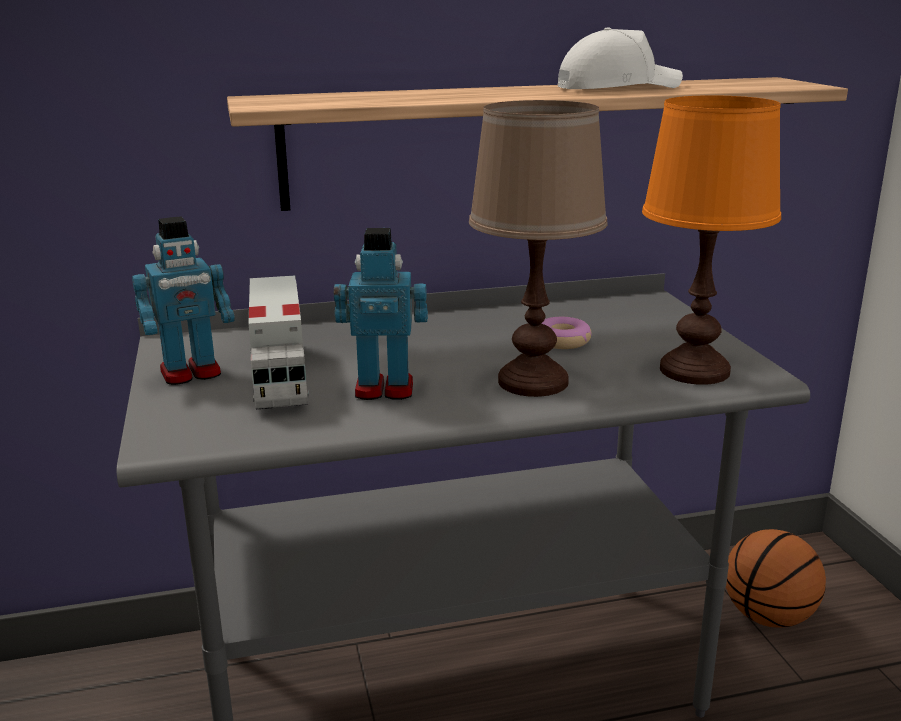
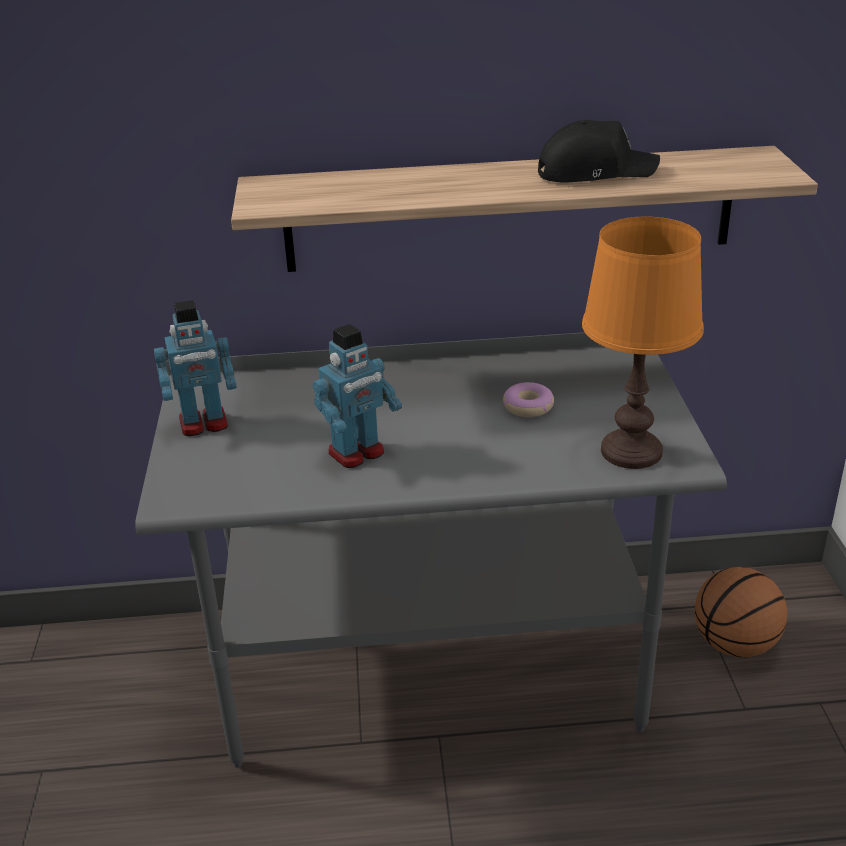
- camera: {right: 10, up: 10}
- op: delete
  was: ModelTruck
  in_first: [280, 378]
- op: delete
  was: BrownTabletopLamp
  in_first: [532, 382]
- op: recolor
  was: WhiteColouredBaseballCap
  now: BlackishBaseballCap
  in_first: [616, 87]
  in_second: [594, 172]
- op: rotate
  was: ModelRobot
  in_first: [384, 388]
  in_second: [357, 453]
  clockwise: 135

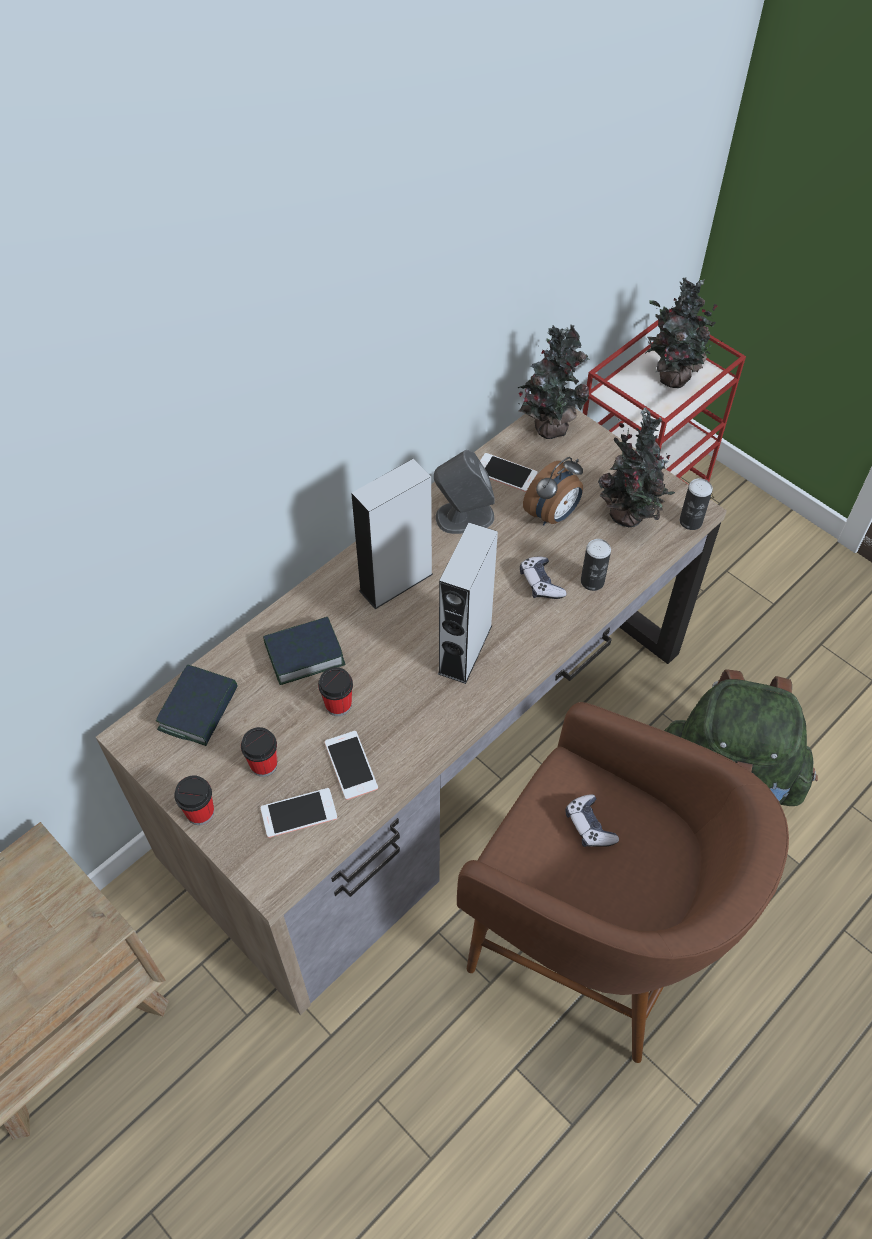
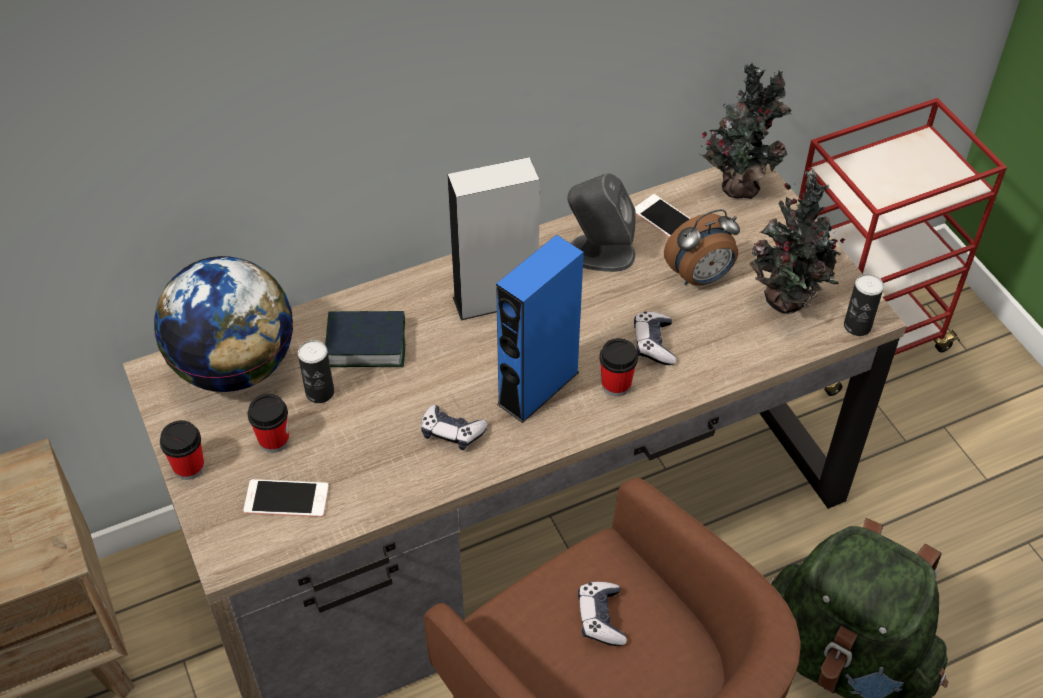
- camera: {right: 20, up: -5}
- op: delete
  was: Handset
  in_first: [351, 765]
- op: delete
  was: PlantInAPot
  in_first: [670, 377]
- op: insert
  now: Gamepad
  in_second: [452, 432]
- op: move
  was: SmallCup
  in_first: [338, 705]
  in_second: [616, 385]
- op: move
  was: Can
  in_first: [592, 581]
  in_second: [320, 392]
- op: replace
  was: BoundBook
  now: DeskGlobe
  in_first: [199, 709]
  in_second: [235, 367]
- op: recolor
  was: GreyishSpeaker
  now: BluishSpeaker
  in_first: [465, 649]
  in_second: [538, 388]

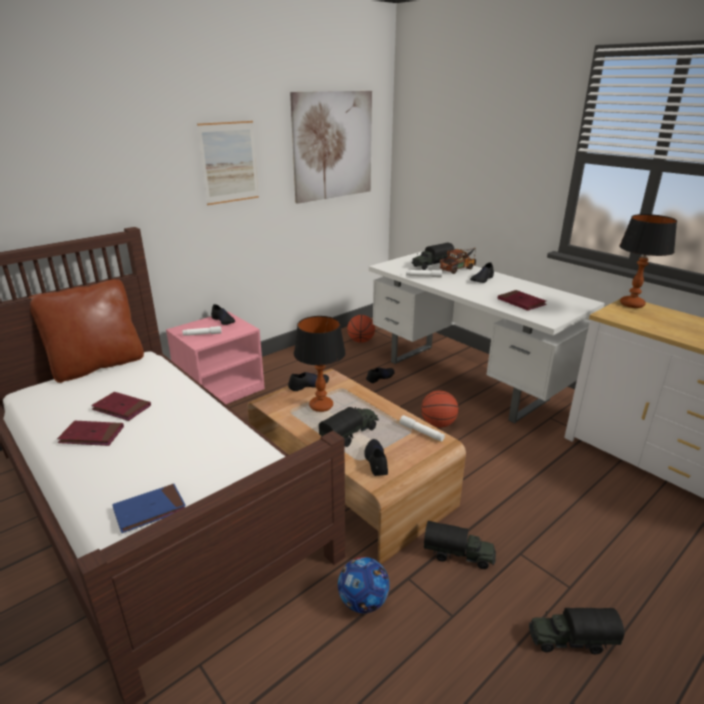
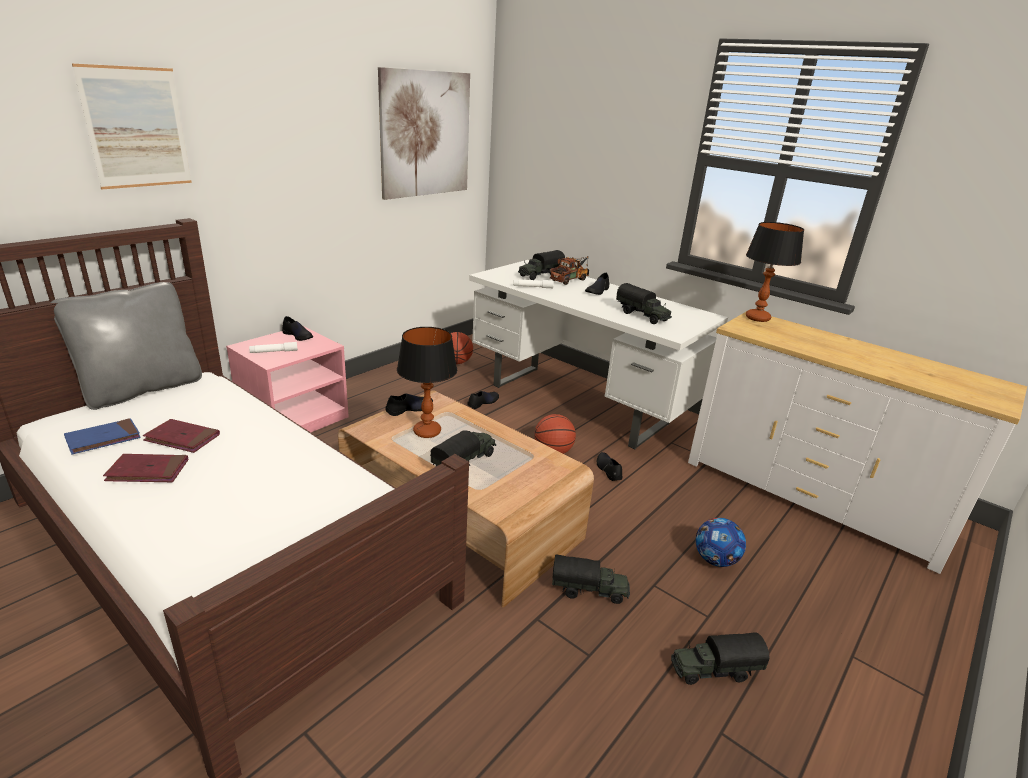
- camera: {right: -10, up: 0}
- op: delete
  was: WhiteColouredTorch
  in_first: [421, 432]
- op: move
  was: BluishBoundBook
  in_first: [150, 510]
  in_second: [103, 439]
- op: move
  was: Picture
  in_first: [229, 162]
  in_second: [136, 128]
- op: move
  was: FootballBall
  in_first: [363, 602]
  in_second: [715, 560]
- op: move
  was: BlackishShoe
  in_first: [376, 461]
  in_second: [608, 470]
- op: replace
  was: RedBoundBook
  now: ModelTruck
  in_first: [521, 302]
  in_second: [642, 316]
- op: recolor
  was: BrownPillow
  now: GreyishPillow
  in_first: [98, 365]
  in_second: [142, 389]

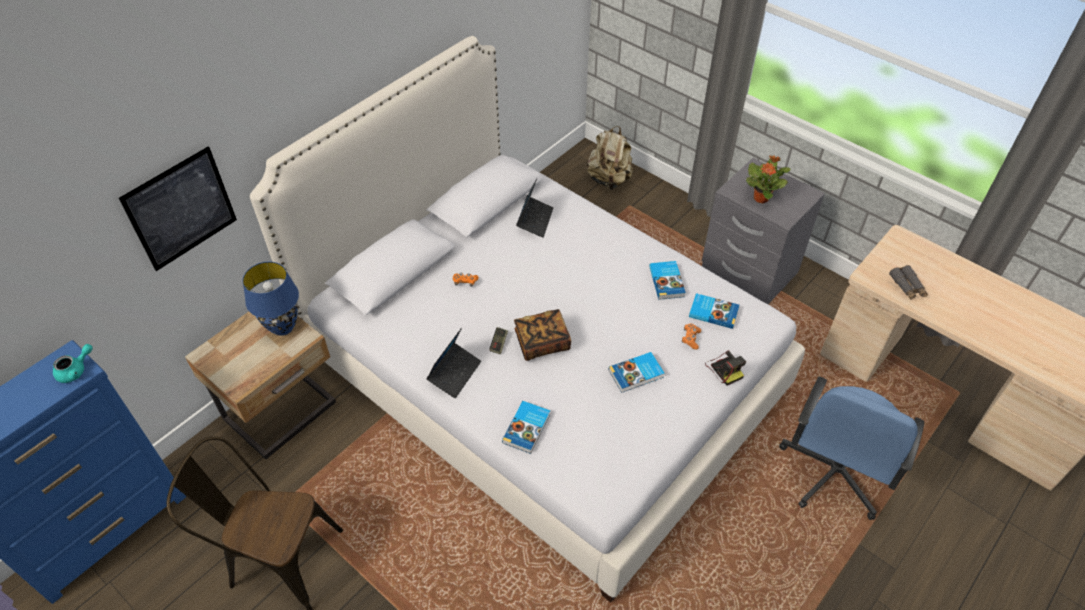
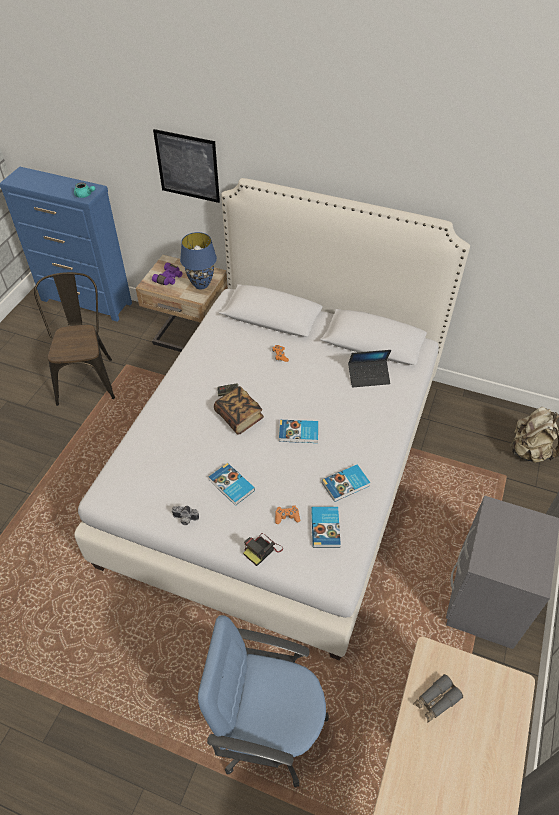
- camera: {right: 70, up: 0}
- op: delete
  was: PortableComputer
  in_first: [454, 373]
- op: delete
  was: PlantInAPot
  in_first: [761, 198]
- op: insert
  now: PurplePairOfBinoculars
  in_second: [169, 279]
- op: insert
  now: StillCamera
  in_second: [185, 519]
- op: move
  was: BoundBook
  in_first: [527, 428]
  in_second: [299, 433]

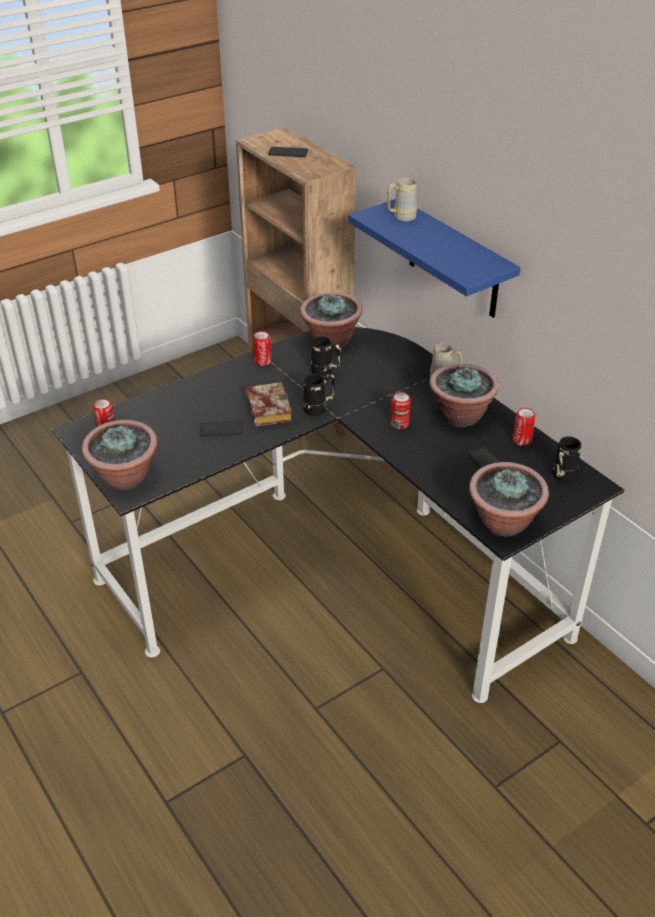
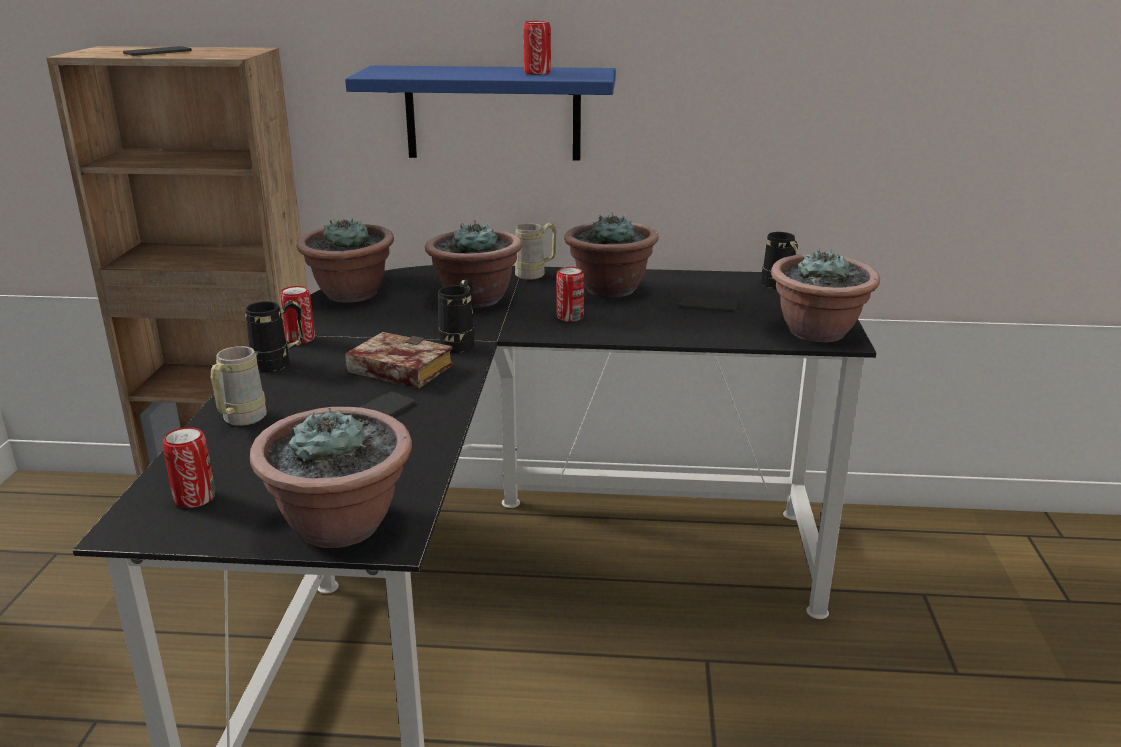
- camera: {right: -50, up: -15}
- op: insert
  now: PlantInAPot
  in_second: [475, 299]
- op: move
  was: BlackishCoffeeMug
  in_first: [325, 372]
  in_second: [279, 363]
- op: move
  was: BeigeCoffeeMug
  in_first: [400, 218]
  in_second: [240, 421]
- op: move
  was: Can
  in_first: [521, 440]
  in_second: [537, 73]

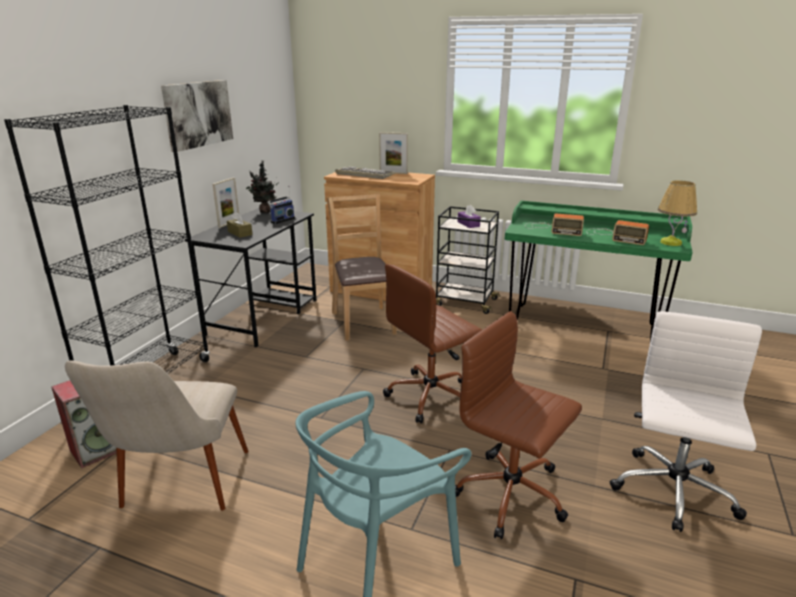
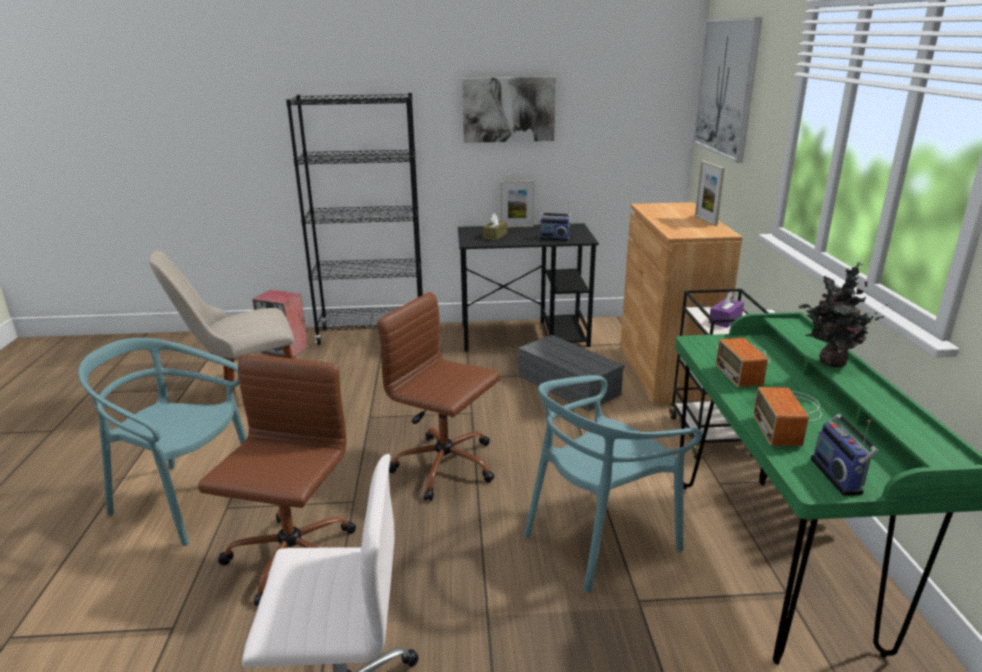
- camera: {right: 65, up: 0}
- op: delete
  was: Keyboard
  in_first: [364, 174]
- op: insert
  now: TurquoiseColouredChair
  in_second: [600, 538]
- op: insert
  now: Picture
  in_second: [726, 87]
- op: move
  was: PlantInAPot
  in_first: [265, 212]
  in_second: [830, 362]
- op: replace
  was: BrownChair
  now: GreyishStorageBin
  in_first: [364, 322]
  in_second: [570, 385]
- op: replace
  was: TabletopLamp
  now: RadioReceiver
  in_first: [670, 242]
  in_second: [839, 476]

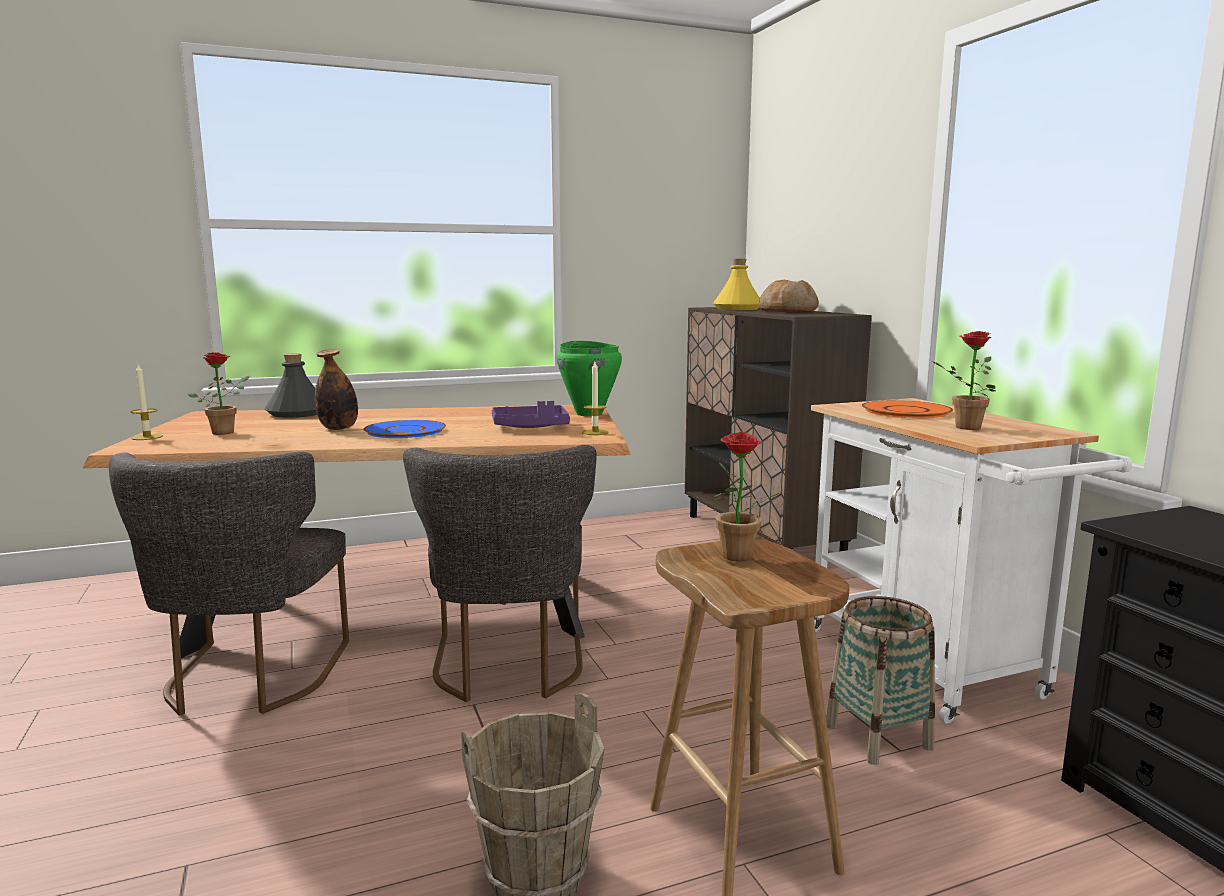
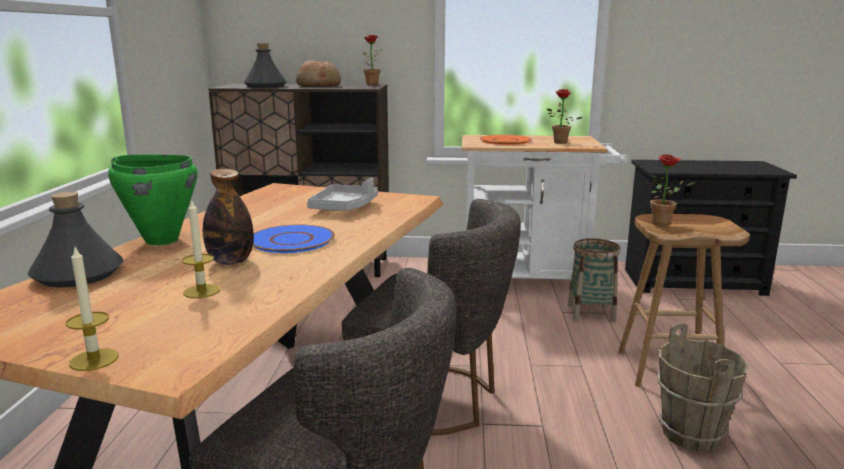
- camera: {right: -65, up: 5}
- op: move
  was: PlantInAPot
  in_first: [226, 432]
  in_second: [370, 84]
- op: move
  was: GreenishSaucepot
  in_first: [589, 414]
  in_second: [161, 240]
- op: move
  was: Candle
  in_first: [595, 432]
  in_second: [201, 291]
- op: recolor
  was: PurpleTray
  now: GreyishTray
  in_first: [531, 427]
  in_second: [344, 207]
- op: recolor
  was: YellowBottle
  now: GreyishBottle
  in_first: [737, 309]
  in_second: [265, 86]

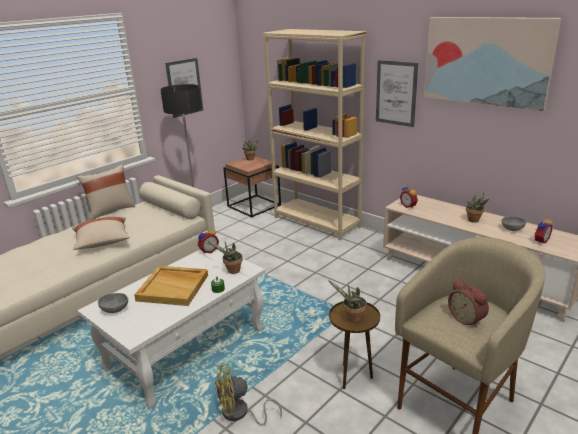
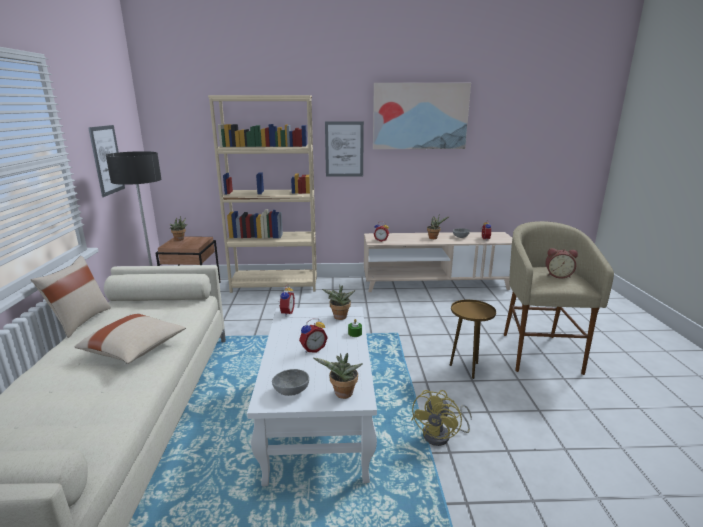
- camera: {right: -45, up: -5}
- op: move
  was: PlantInAPot
  in_first: [352, 318]
  in_second: [342, 395]
- op: replace
  was: BeigeTray
  now: BedsideClock
  in_first: [174, 287]
  in_second: [312, 349]

